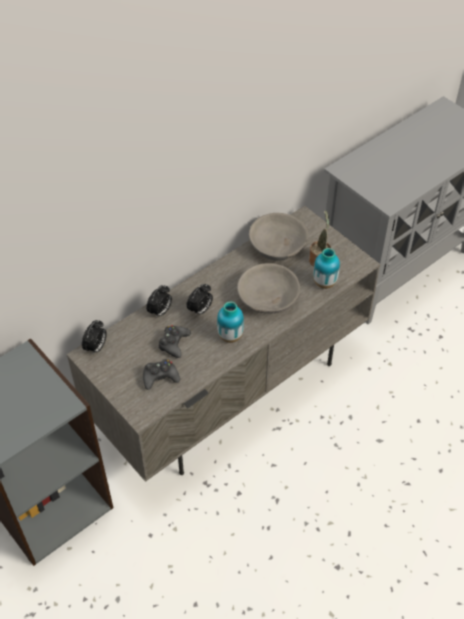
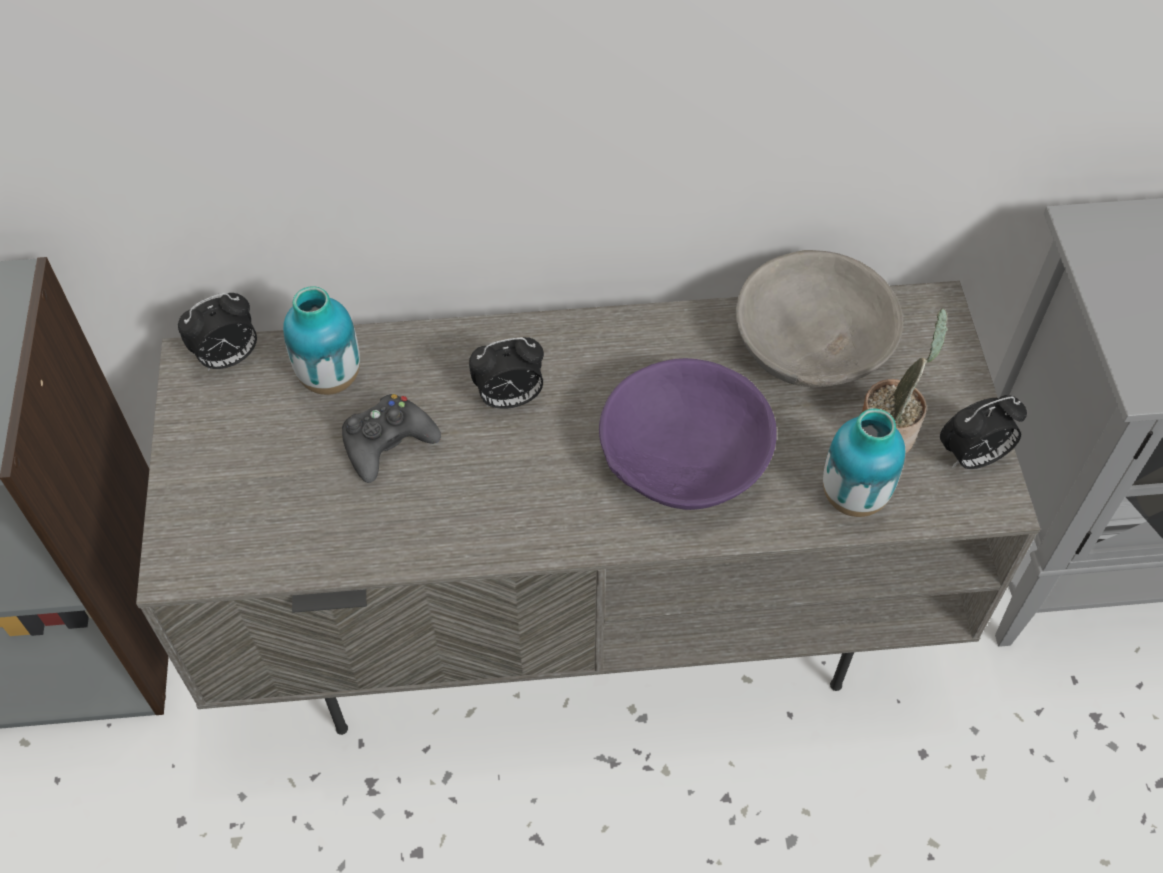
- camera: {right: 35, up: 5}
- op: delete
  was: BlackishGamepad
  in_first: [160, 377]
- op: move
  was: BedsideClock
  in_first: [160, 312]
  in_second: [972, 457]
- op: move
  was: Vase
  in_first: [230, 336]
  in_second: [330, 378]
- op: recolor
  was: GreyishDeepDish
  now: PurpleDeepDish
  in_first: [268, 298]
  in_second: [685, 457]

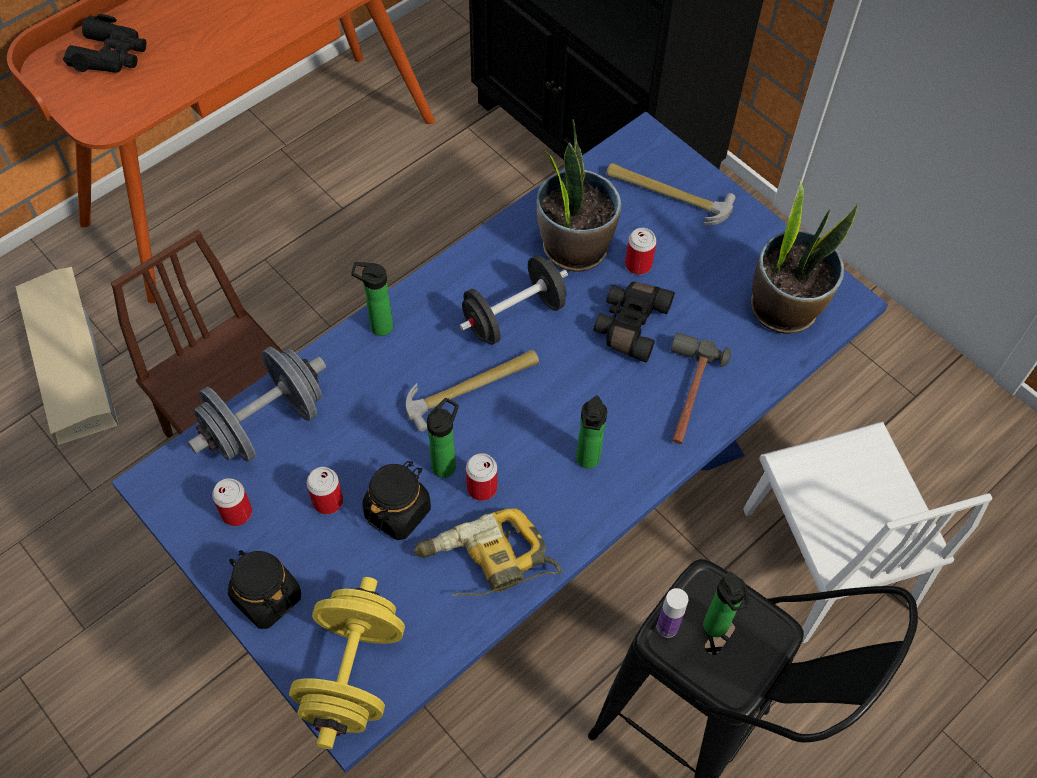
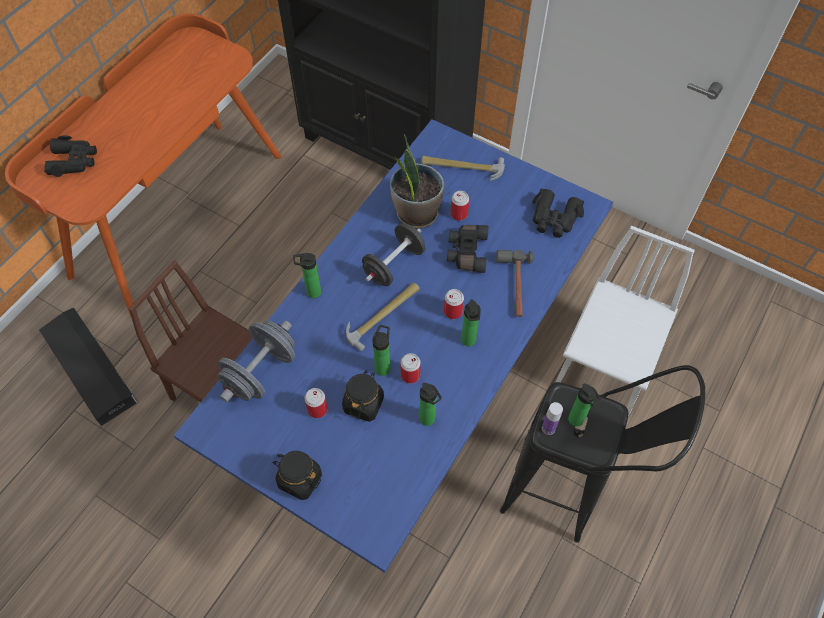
- camera: {right: -15, up: 0}
- op: delete
  was: YellowDumbbell
  in_first: [352, 674]
- op: move
  was: Can
  in_first: [236, 512]
  in_second: [453, 311]
- op: replace
  was: Drill
  now: Bottle
  in_first: [486, 563]
  in_second: [429, 420]
- op: replace
  was: PlantInAPot
  now: BlackishPairOfBinoculars
  in_first: [784, 307]
  in_second: [554, 218]
- op: recolor
  was: BeigeStorageBin
  now: BlackishStorageBin
  in_first: [70, 360]
  in_second: [90, 368]
- op: rotate
  was: WhiteColouredChair
  in_first: [827, 557]
  in_second: [606, 364]
  clockwise: -120

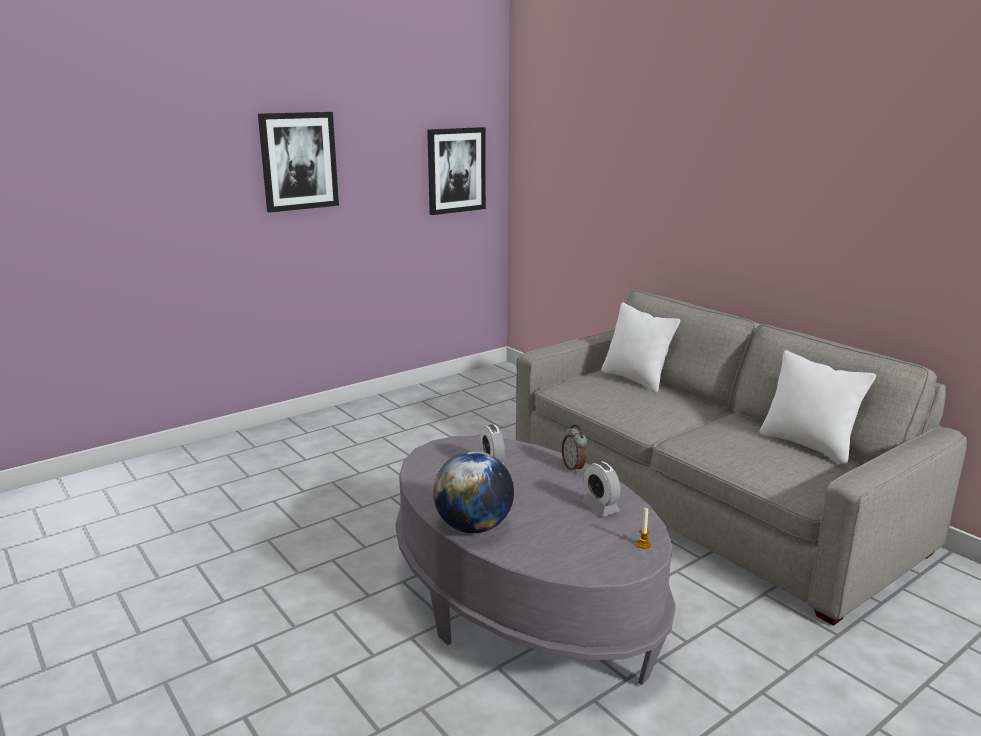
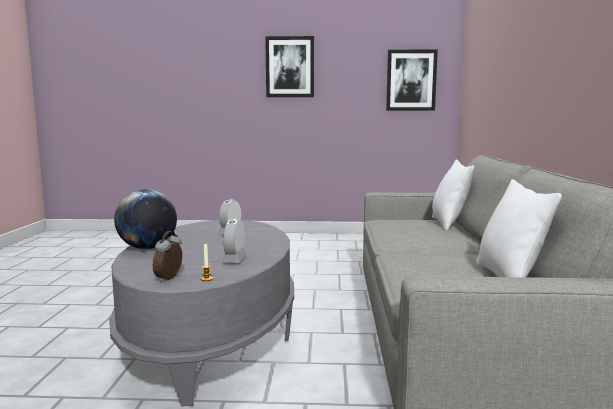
- camera: {right: 40, up: -10}
- op: move
  was: BedsideClock
  in_first: [574, 467]
  in_second: [169, 278]

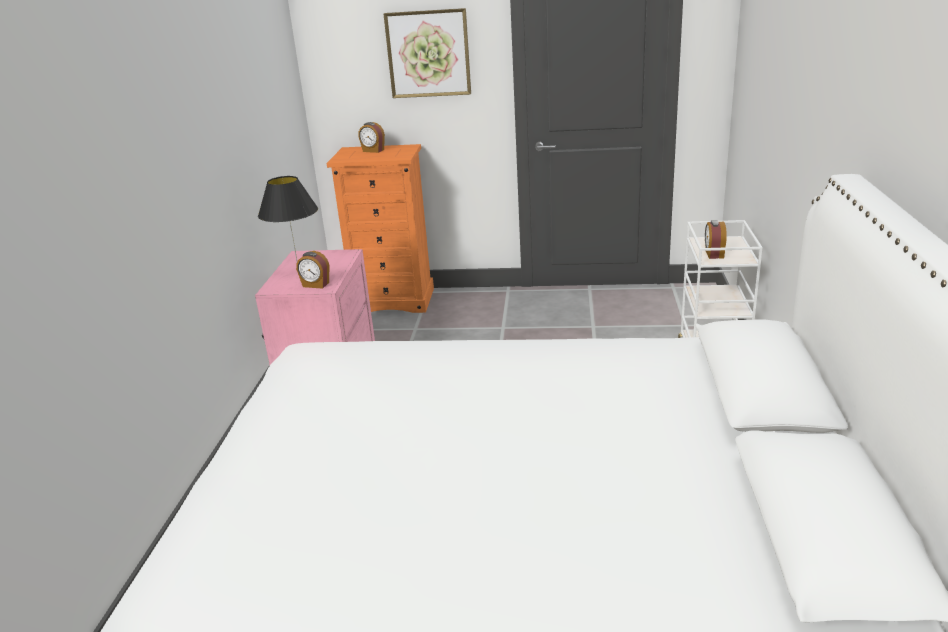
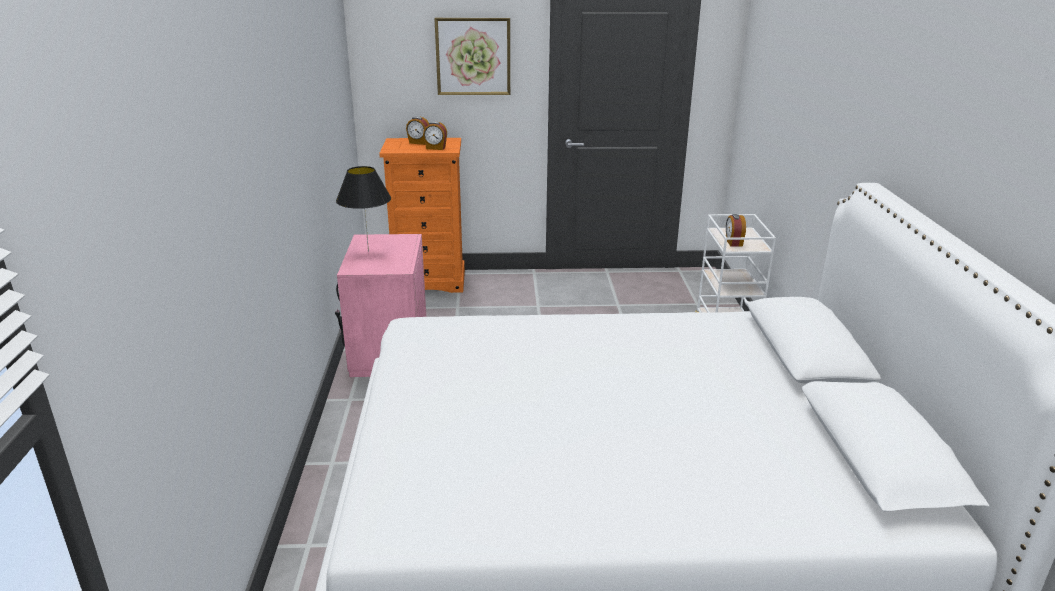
- camera: {right: -10, up: 0}
- op: move
  was: BedsideClock
  in_first: [315, 285]
  in_second: [435, 148]

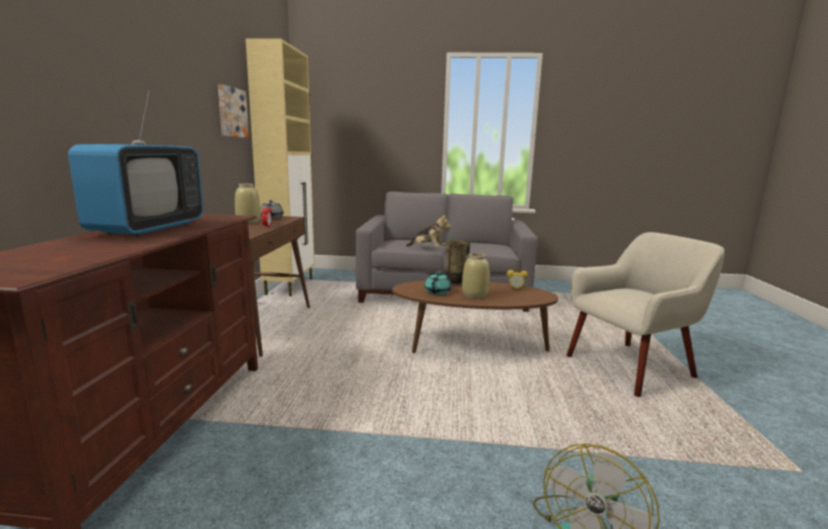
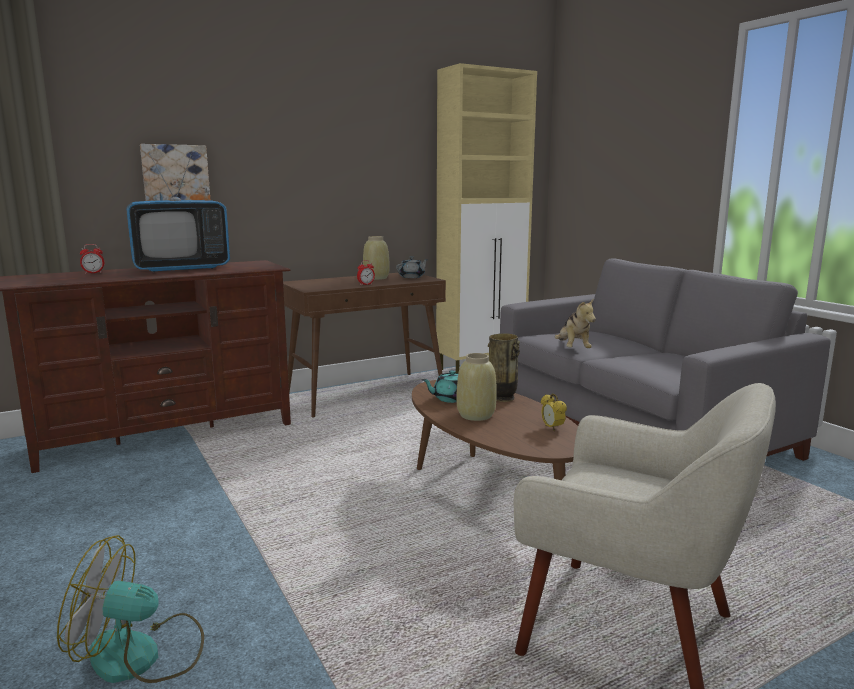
- camera: {right: 55, up: 0}
- op: insert
  now: BedsideClock
  in_second: [93, 273]
- op: move
  was: Picture
  in_first: [231, 112]
  in_second: [175, 176]

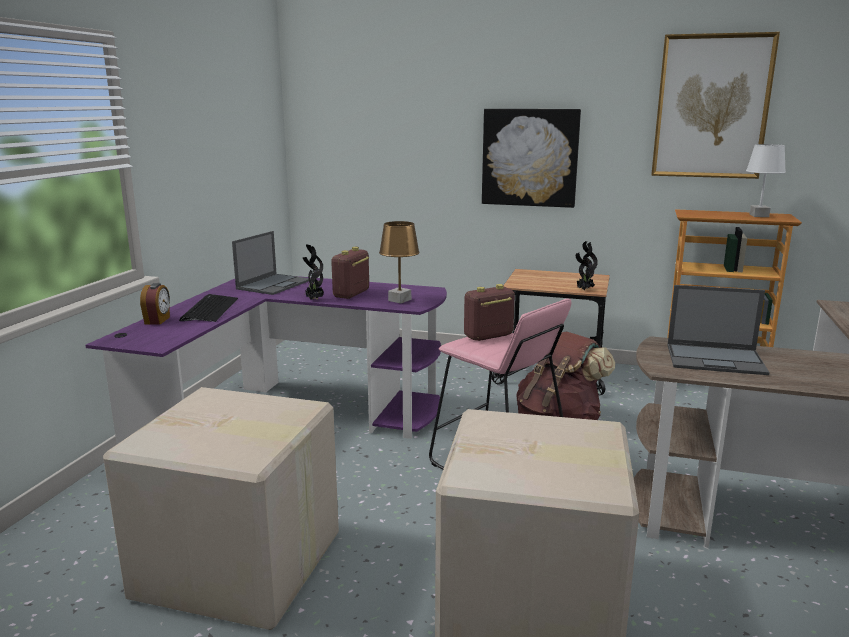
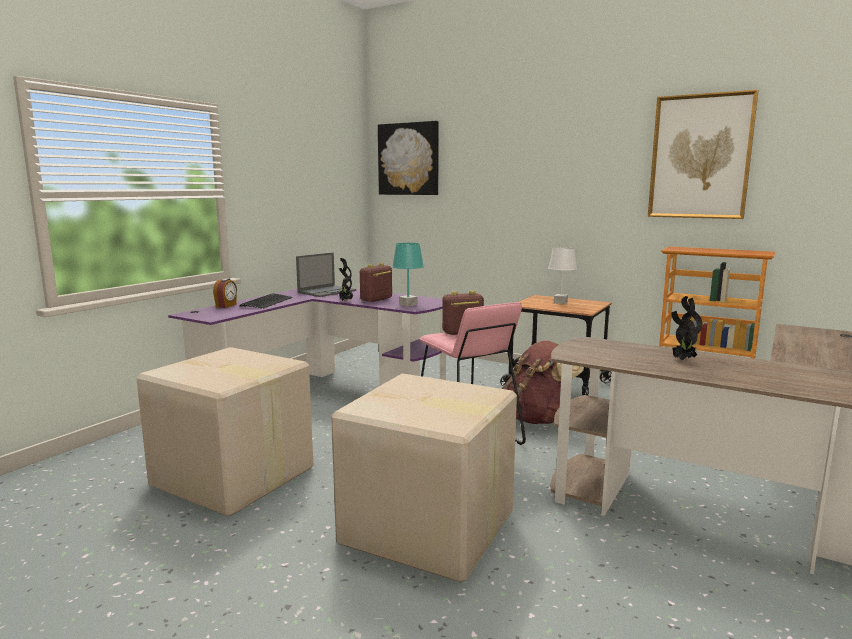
- camera: {right: 15, up: -5}
- op: delete
  was: PortableComputer
  in_first: [716, 359]
- op: move
  was: Picture
  in_first: [530, 157]
  in_second: [408, 159]
- op: move
  was: PlantInAPot
  in_first: [584, 289]
  in_second: [682, 360]
- op: move
  was: WhiteColouredTabletopLamp
  in_first: [758, 215]
  in_second: [560, 302]
- op: recolor
  was: BrownTabletopLamp
  now: TurquoiseColouredTabletopLamp
  in_first: [399, 300]
  in_second: [408, 304]

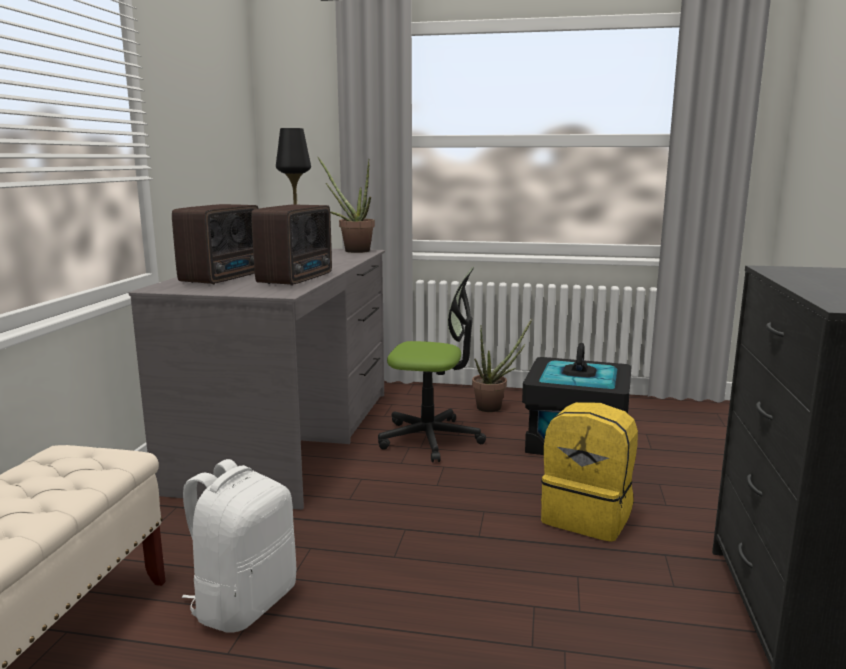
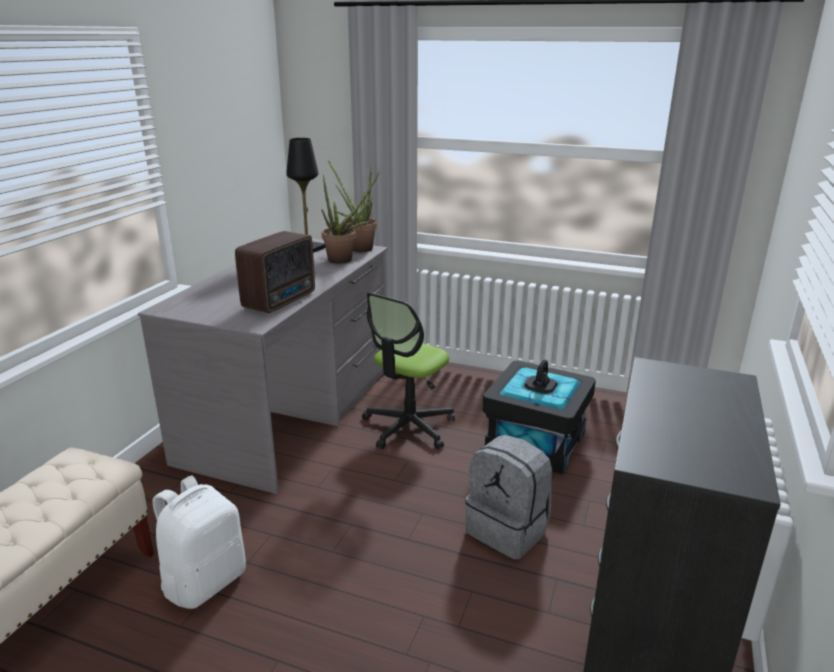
- camera: {right: 10, up: 10}
- op: delete
  was: RadioReceiver
  in_first: [224, 278]
- op: move
  was: PlantInAPot
  in_first: [494, 407]
  in_second: [345, 260]
- op: recolor
  was: YellowBackpack
  now: GreyishBackpack
  in_first: [588, 517]
  in_second: [508, 530]
- op: rotate
  was: OfficeChair
  in_first: [430, 439]
  in_second: [408, 427]
  clockwise: 105

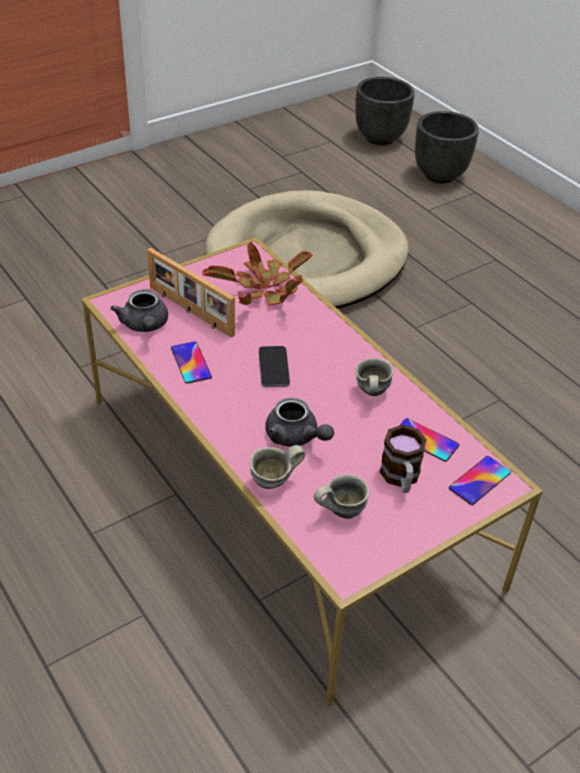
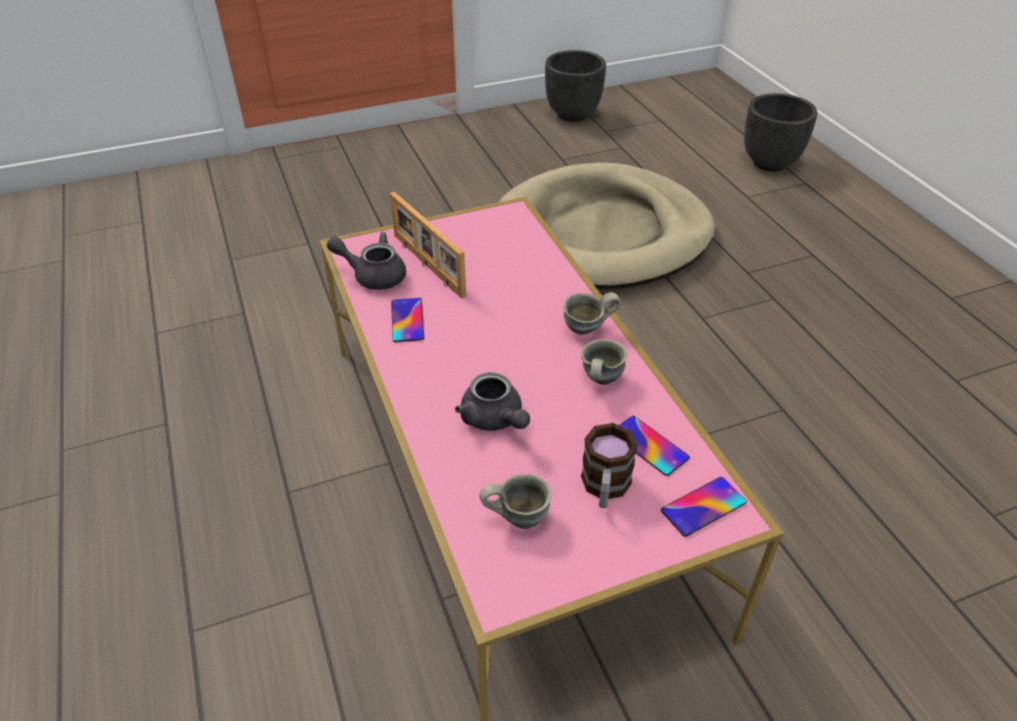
- camera: {right: 15, up: 0}
- op: delete
  was: PlantInAPot
  in_first: [263, 291]
- op: delete
  was: Handset
  in_first: [274, 368]
- op: move
  was: GreyishCoffeeMug
  in_first: [274, 483]
  in_second: [587, 331]
- op: move
  was: BlackishPlantPot
  in_first: [380, 138]
  in_second: [572, 114]
- op: rotate
  was: GreyishPotForTea
  in_first: [145, 326]
  in_second: [373, 275]
  clockwise: 105

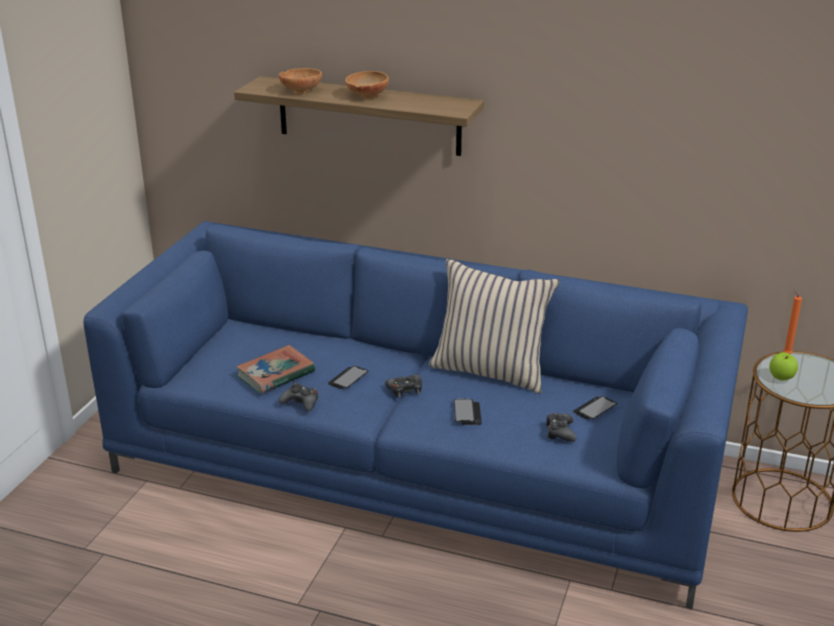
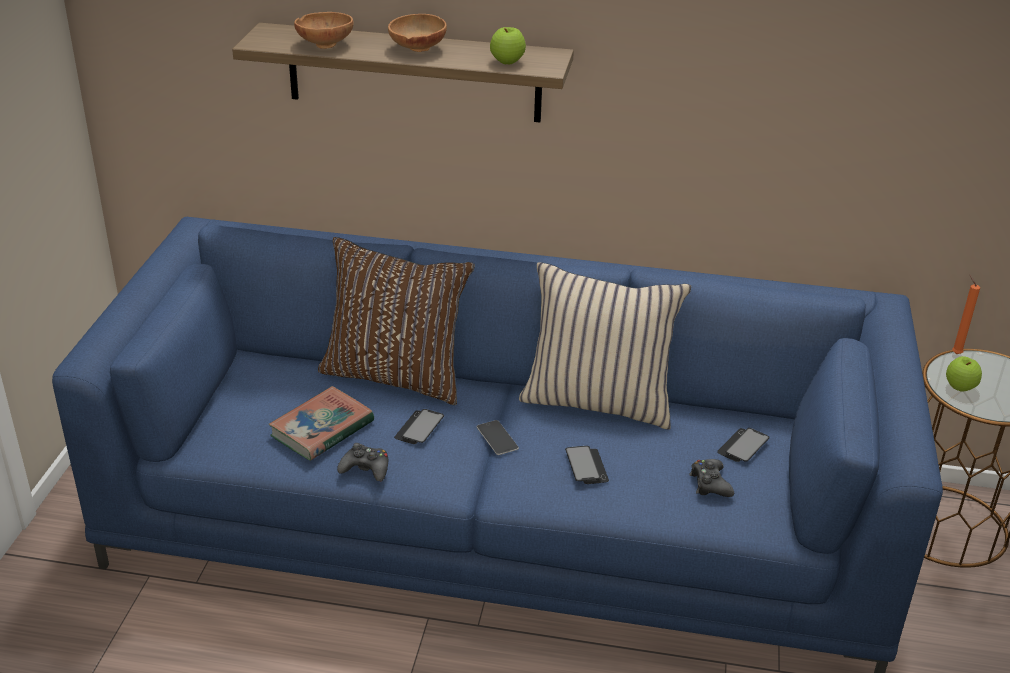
- camera: {right: -10, up: 5}
- op: insert
  now: BrownPillow
  in_second: [396, 375]
- op: insert
  now: AppleFruit
  in_second: [507, 62]
- op: replace
  was: BlackishGamepad
  now: Handset
  in_first: [405, 389]
  in_second: [497, 438]

